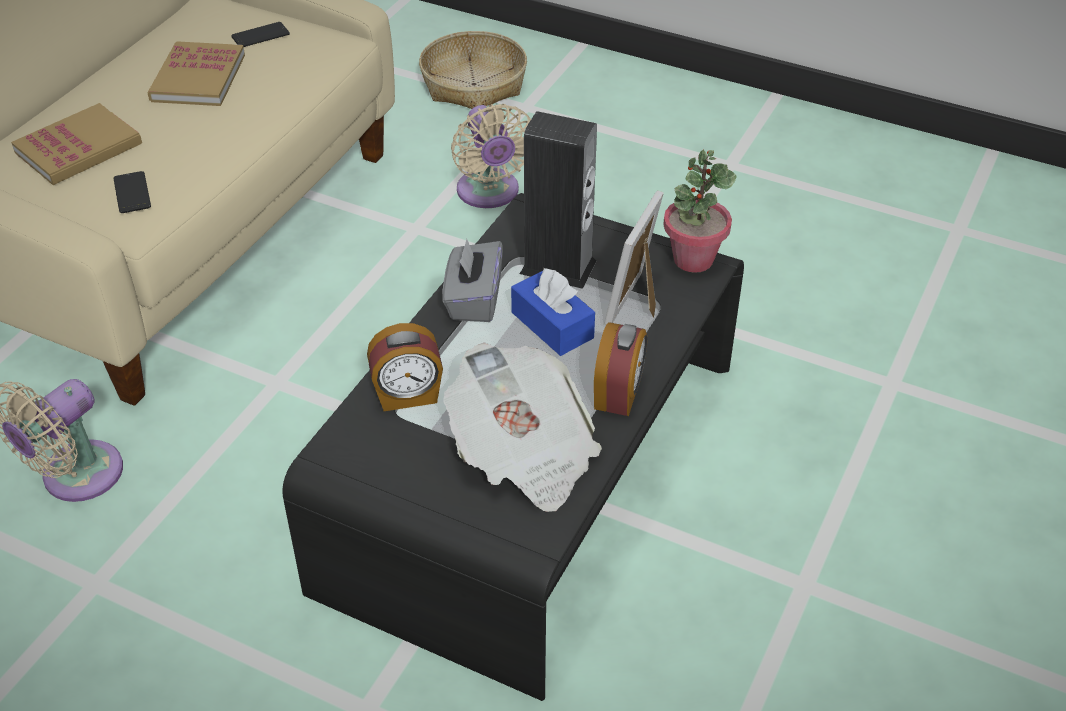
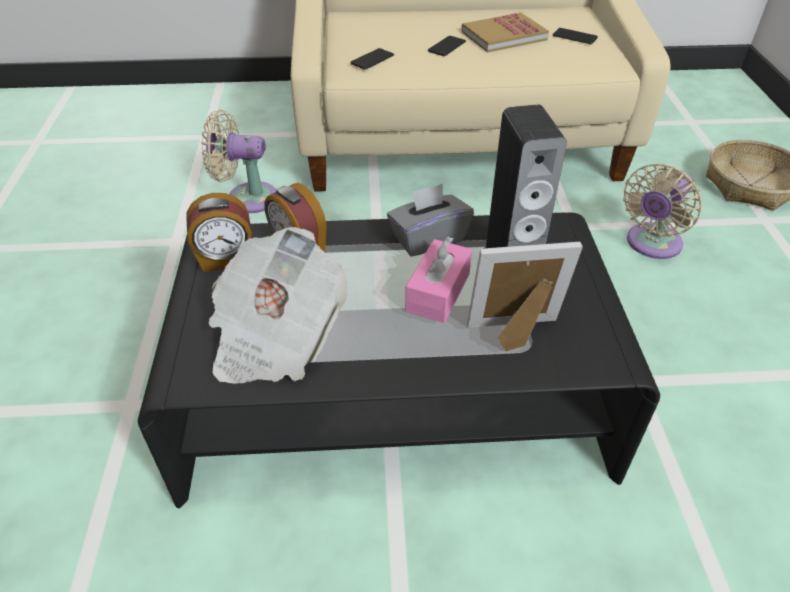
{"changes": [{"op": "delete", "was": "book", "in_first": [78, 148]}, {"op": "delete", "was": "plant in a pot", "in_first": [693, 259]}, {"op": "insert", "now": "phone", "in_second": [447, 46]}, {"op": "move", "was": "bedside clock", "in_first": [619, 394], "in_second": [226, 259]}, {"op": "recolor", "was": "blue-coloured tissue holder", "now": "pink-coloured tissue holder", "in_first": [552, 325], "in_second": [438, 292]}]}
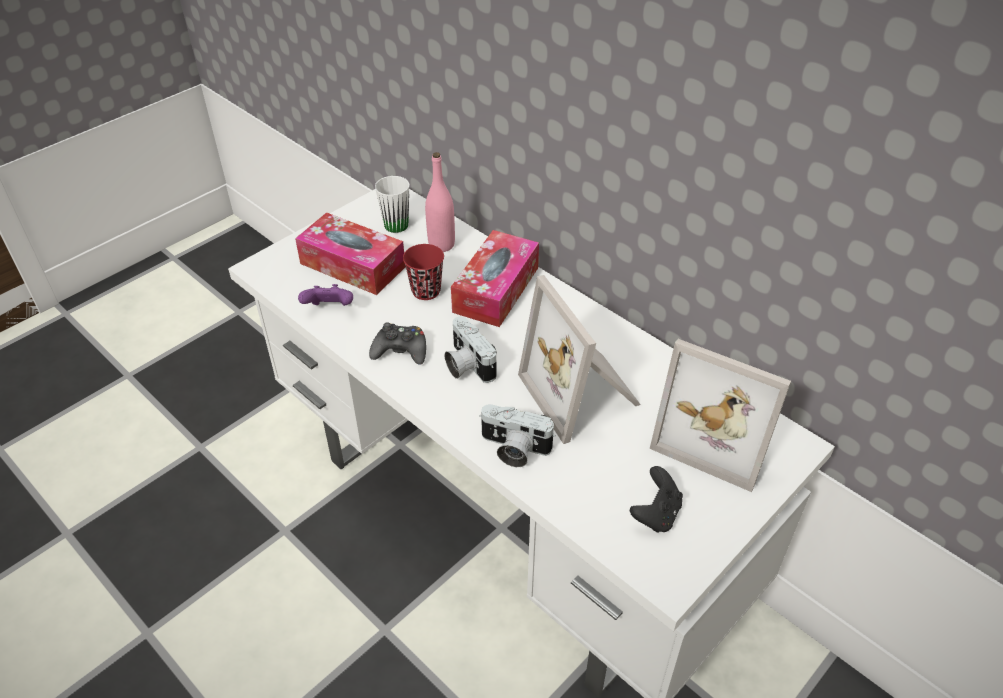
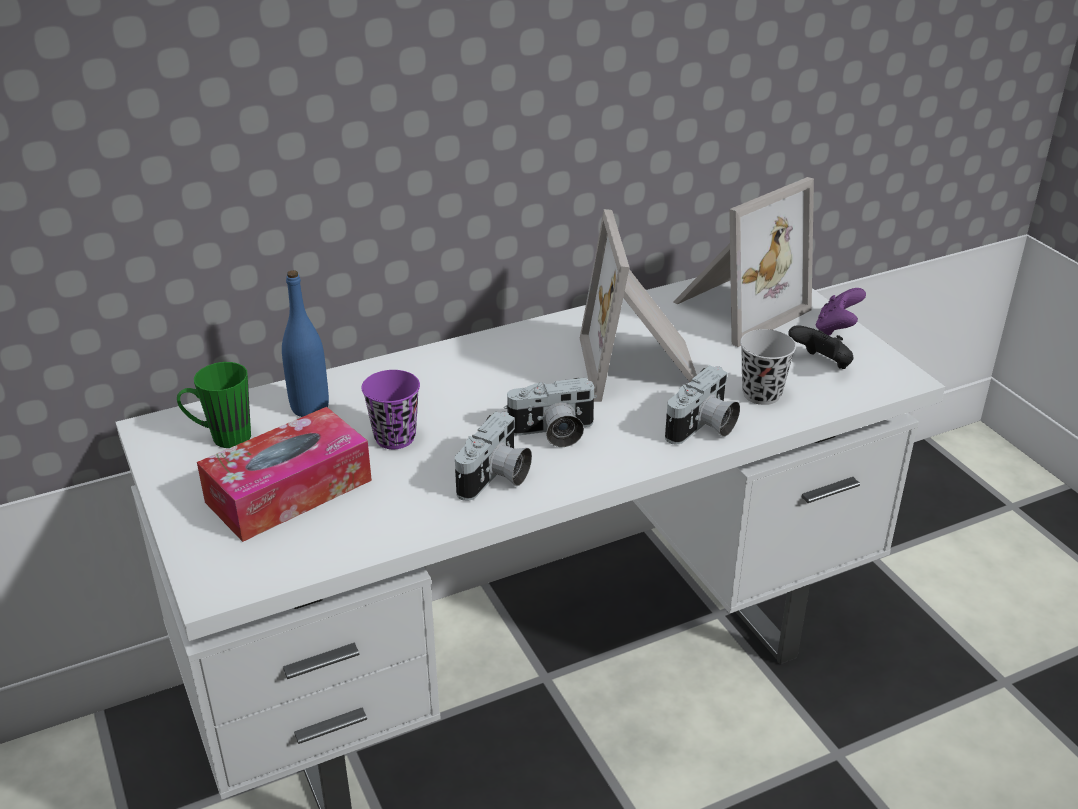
{"changes": [{"op": "delete", "was": "tissue holder", "in_first": [496, 289]}, {"op": "insert", "now": "black-coloured cup", "in_second": [761, 394]}, {"op": "move", "was": "purple-coloured game controller", "in_first": [330, 309], "in_second": [837, 329]}, {"op": "replace", "was": "black-coloured game controller", "now": "still camera", "in_first": [400, 350], "in_second": [496, 478]}, {"op": "recolor", "was": "whitish tea mug", "now": "green-coloured tea mug", "in_first": [394, 221], "in_second": [221, 438]}, {"op": "recolor", "was": "red-coloured cup", "now": "purple-coloured cup", "in_first": [426, 291], "in_second": [395, 437]}, {"op": "recolor", "was": "pink-coloured beverage bottle", "now": "blue-coloured beverage bottle", "in_first": [441, 245], "in_second": [310, 408]}, {"op": "rotate", "was": "standing frame", "in_first": [583, 393], "in_second": [642, 366], "clockwise": 90}]}
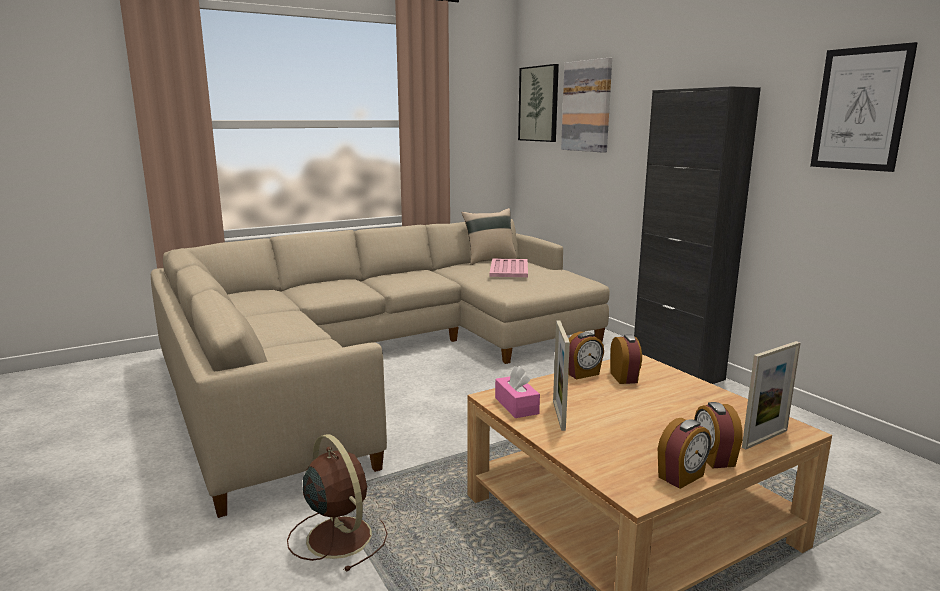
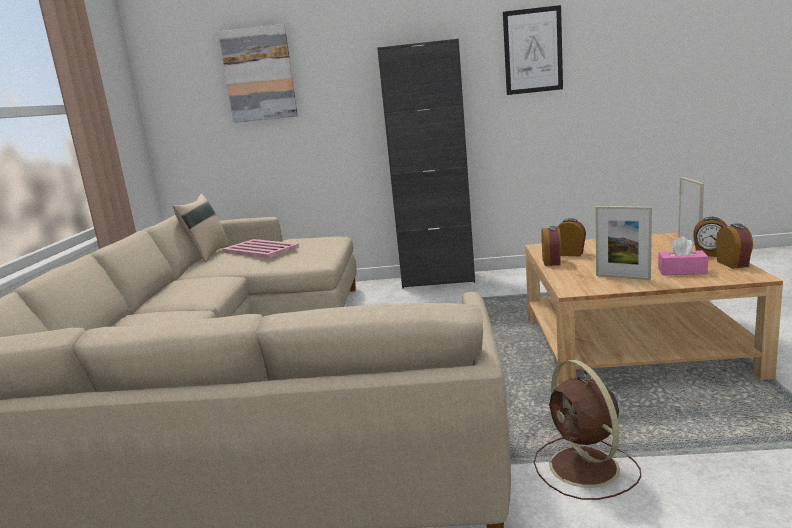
{"changes": [{"op": "delete", "was": "wall picture", "in_first": [539, 104]}, {"op": "move", "was": "pink-coloured tissue holder", "in_first": [516, 406], "in_second": [682, 271]}, {"op": "rotate", "was": "brownish electric fan", "in_first": [338, 535], "in_second": [586, 468], "clockwise": -105}]}
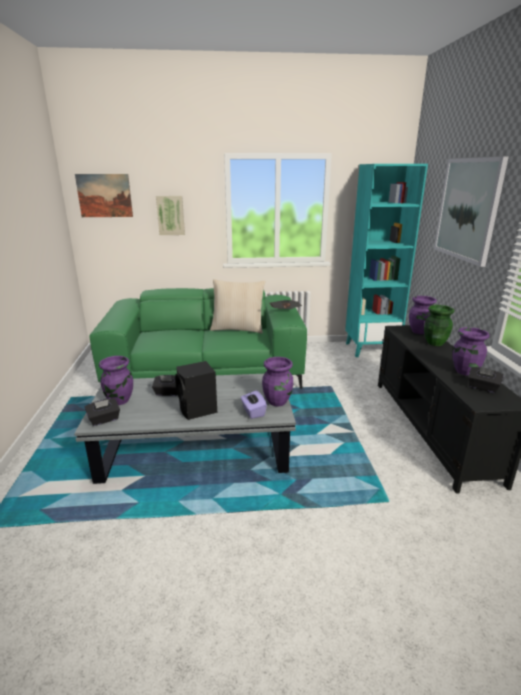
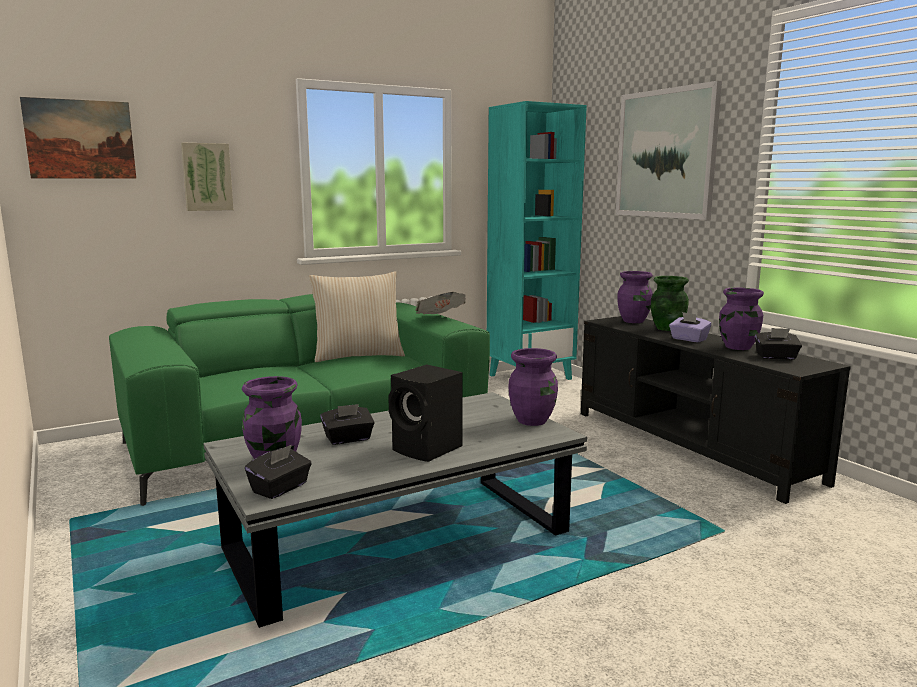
{"changes": [{"op": "move", "was": "purple-coloured tissue holder", "in_first": [253, 412], "in_second": [688, 339]}]}
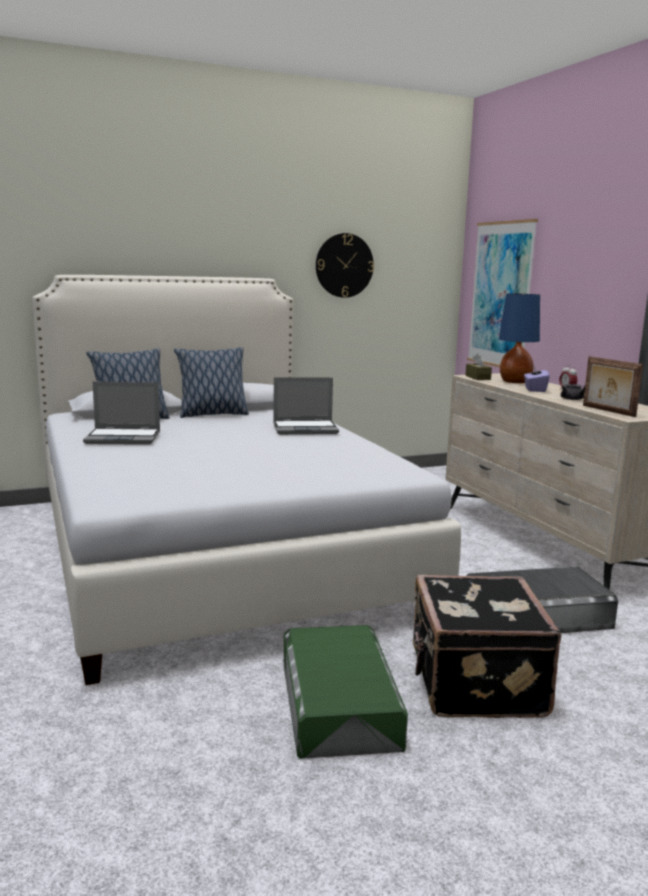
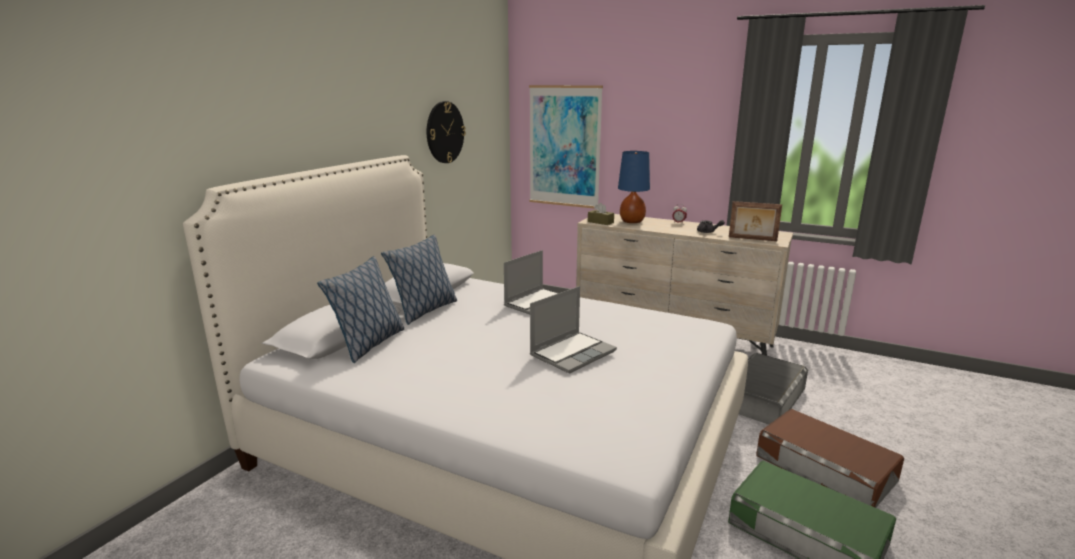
{"changes": [{"op": "delete", "was": "purple-coloured tissue holder", "in_first": [534, 389]}, {"op": "move", "was": "portable computer", "in_first": [124, 438], "in_second": [573, 353]}, {"op": "replace", "was": "black-coloured suitcase", "now": "brownish storage box", "in_first": [474, 683], "in_second": [825, 467]}]}
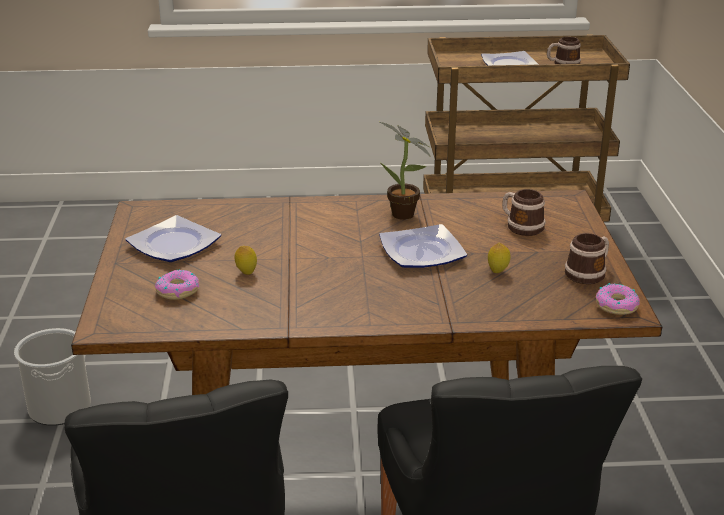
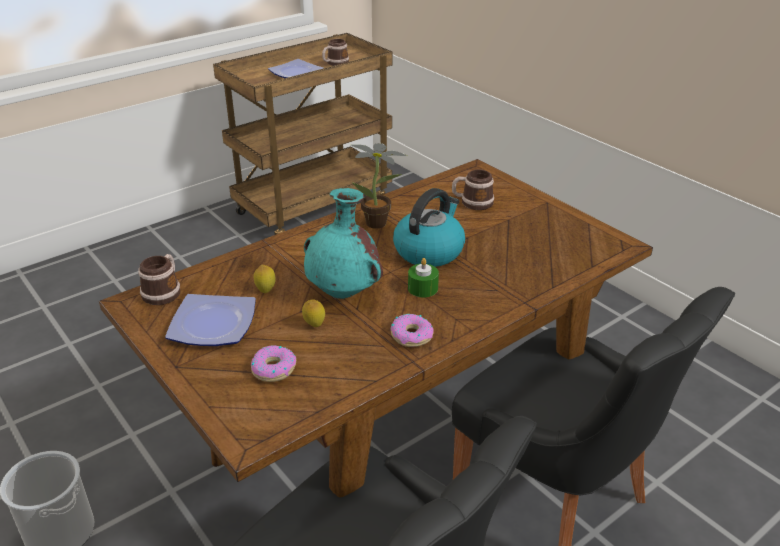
{"changes": [{"op": "insert", "now": "turquoise-coloured decorative vase", "in_second": [344, 293]}, {"op": "insert", "now": "green-coloured candle", "in_second": [423, 288]}, {"op": "move", "was": "whole lemon", "in_first": [497, 271], "in_second": [266, 290]}, {"op": "move", "was": "tea mug", "in_first": [588, 273], "in_second": [164, 291]}, {"op": "move", "was": "ring doughnut", "in_first": [617, 305], "in_second": [411, 335]}, {"op": "replace", "was": "dinner plate", "now": "water kettle", "in_first": [420, 252], "in_second": [429, 251]}]}
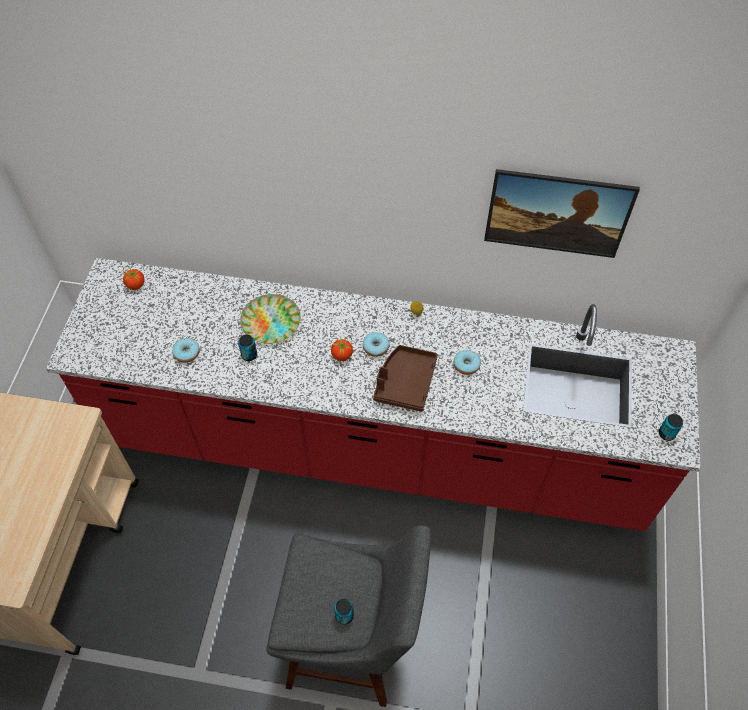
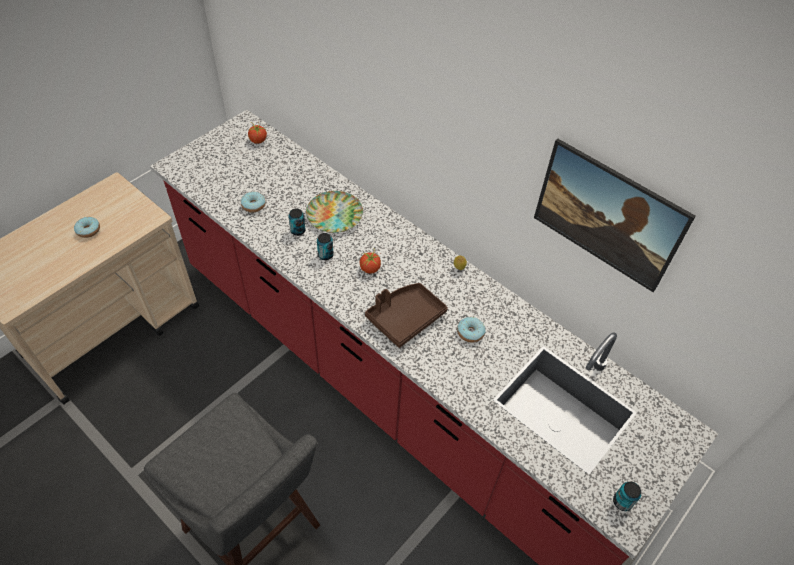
{"changes": [{"op": "move", "was": "sealed can", "in_first": [344, 615], "in_second": [325, 255]}, {"op": "move", "was": "ring doughnut", "in_first": [376, 347], "in_second": [88, 230]}]}
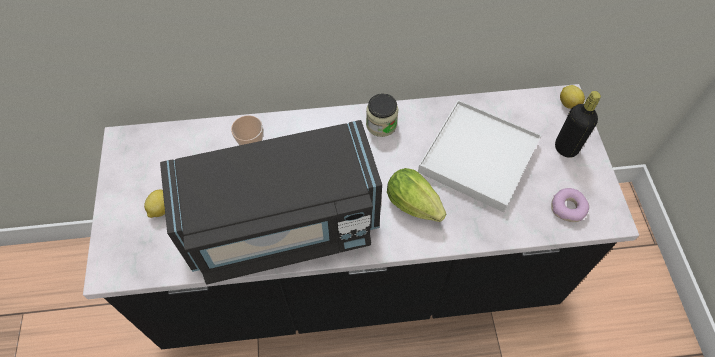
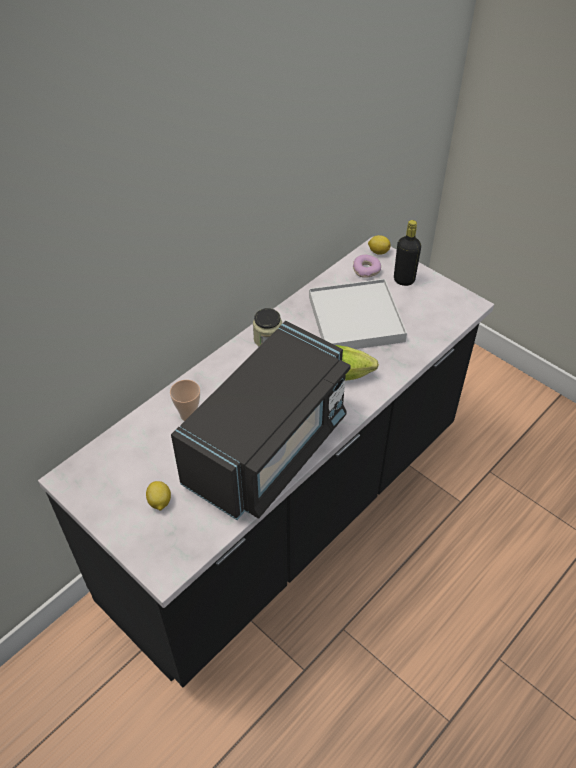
{"changes": [{"op": "move", "was": "ring doughnut", "in_first": [568, 208], "in_second": [366, 270]}]}
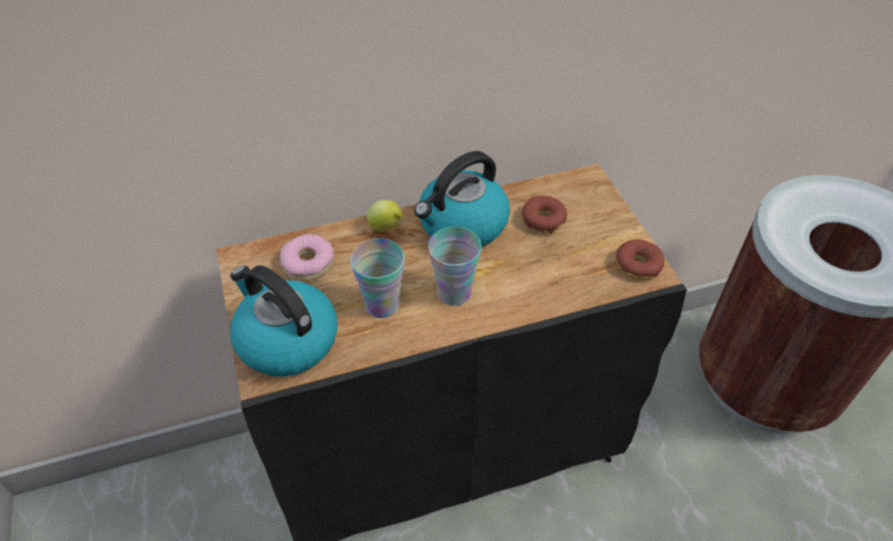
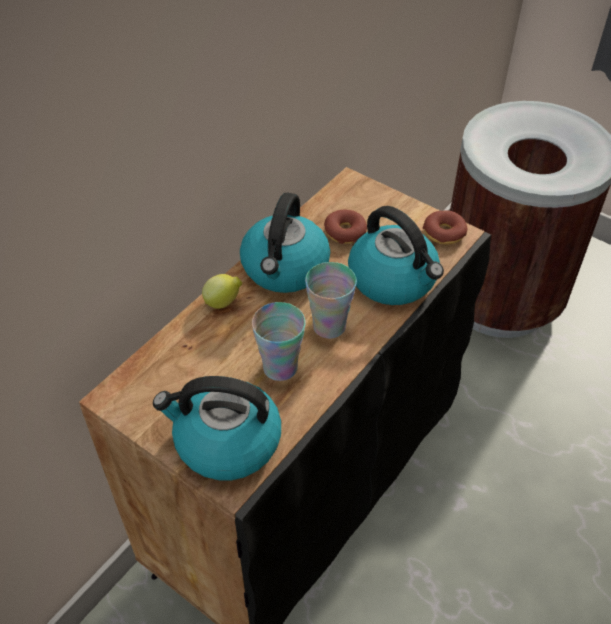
{"changes": [{"op": "delete", "was": "ring doughnut", "in_first": [307, 263]}, {"op": "insert", "now": "water kettle", "in_second": [394, 280]}]}
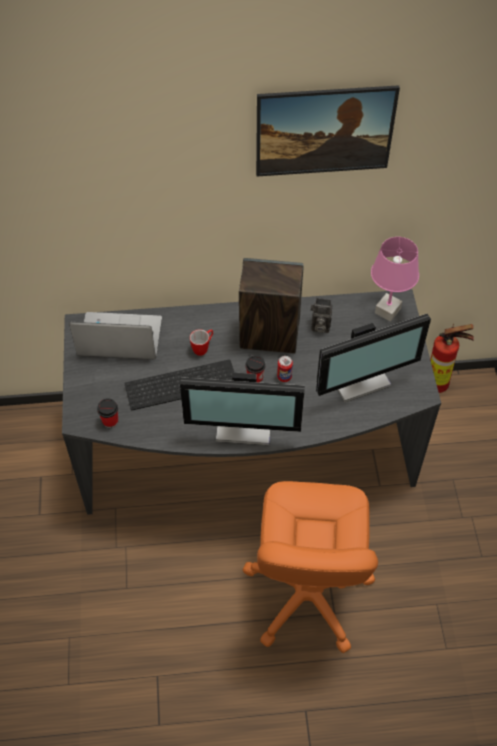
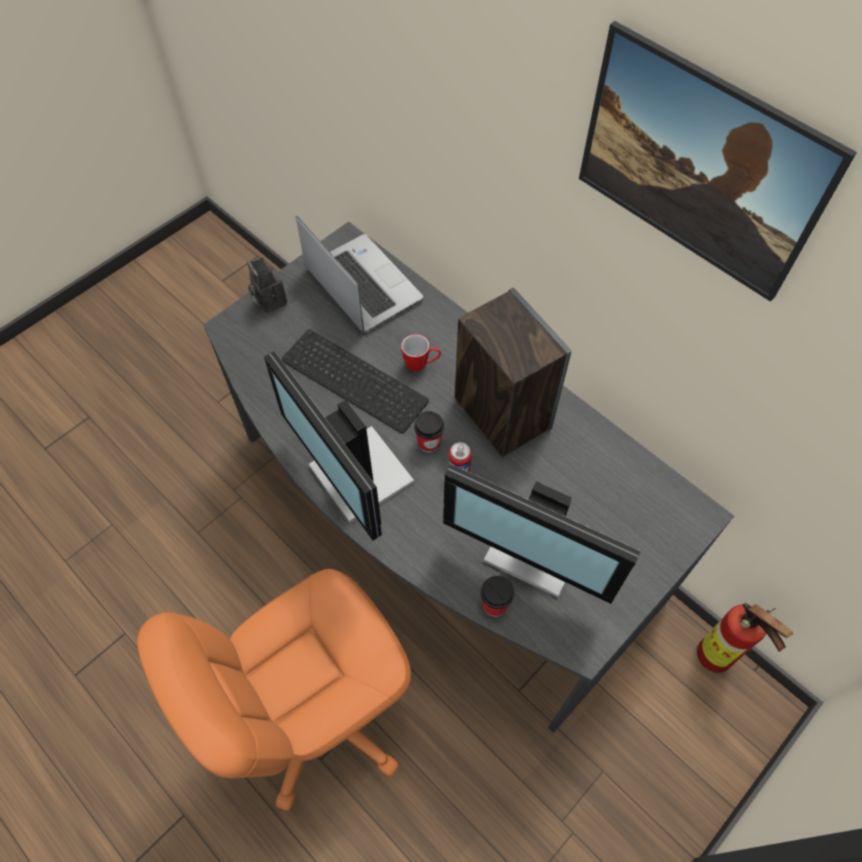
{"changes": [{"op": "delete", "was": "pink-coloured tabletop lamp", "in_first": [387, 310]}, {"op": "move", "was": "cup", "in_first": [110, 421], "in_second": [494, 604]}, {"op": "move", "was": "still camera", "in_first": [319, 326], "in_second": [269, 300]}]}
